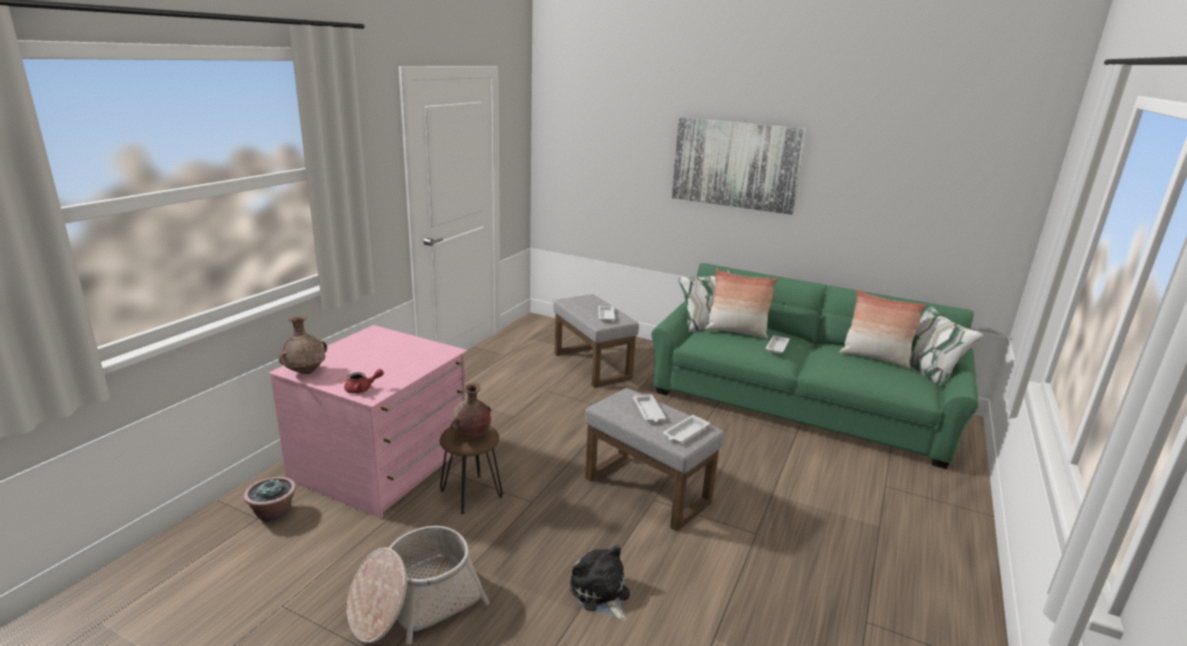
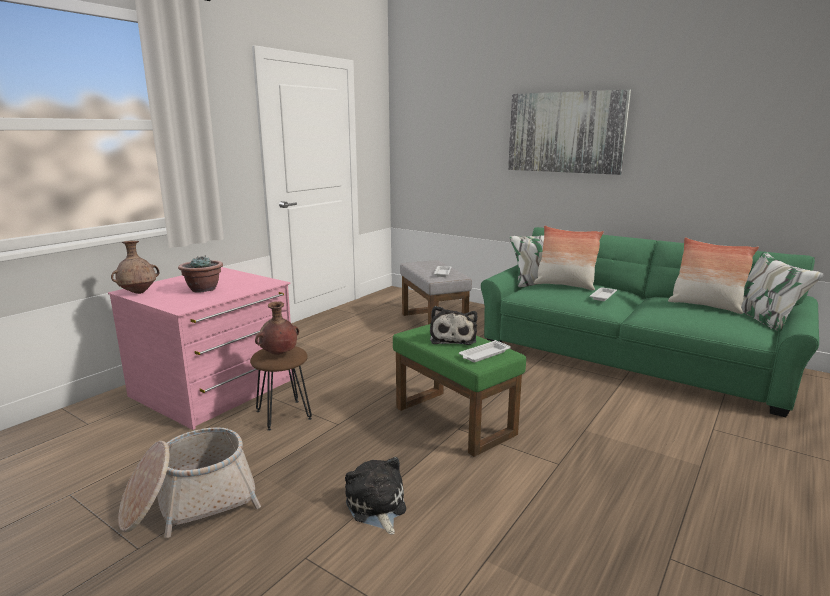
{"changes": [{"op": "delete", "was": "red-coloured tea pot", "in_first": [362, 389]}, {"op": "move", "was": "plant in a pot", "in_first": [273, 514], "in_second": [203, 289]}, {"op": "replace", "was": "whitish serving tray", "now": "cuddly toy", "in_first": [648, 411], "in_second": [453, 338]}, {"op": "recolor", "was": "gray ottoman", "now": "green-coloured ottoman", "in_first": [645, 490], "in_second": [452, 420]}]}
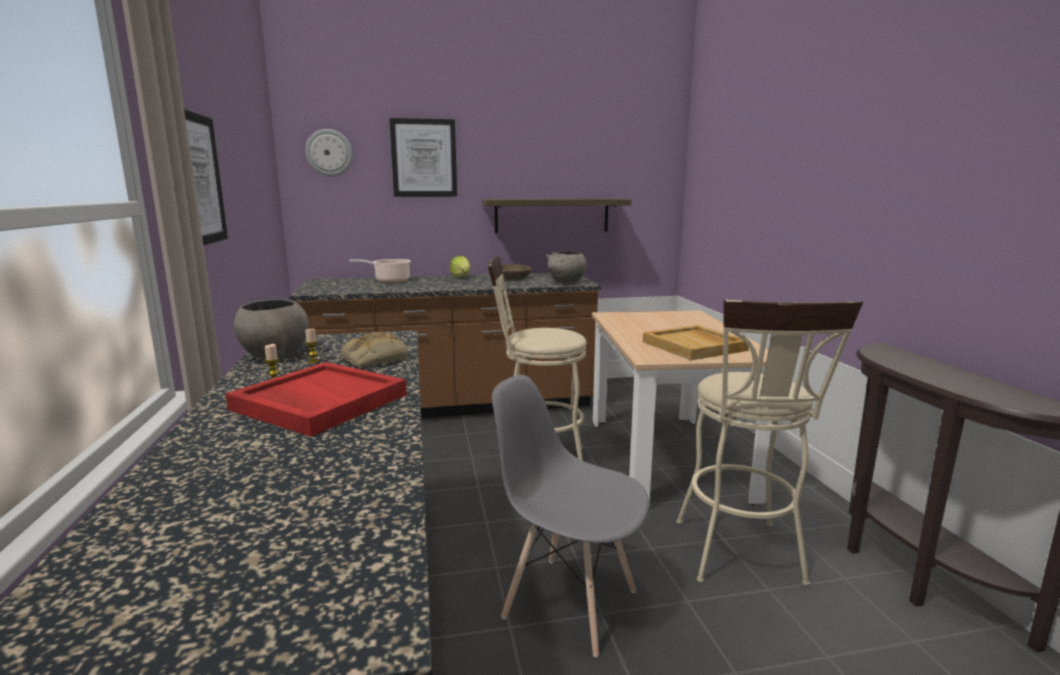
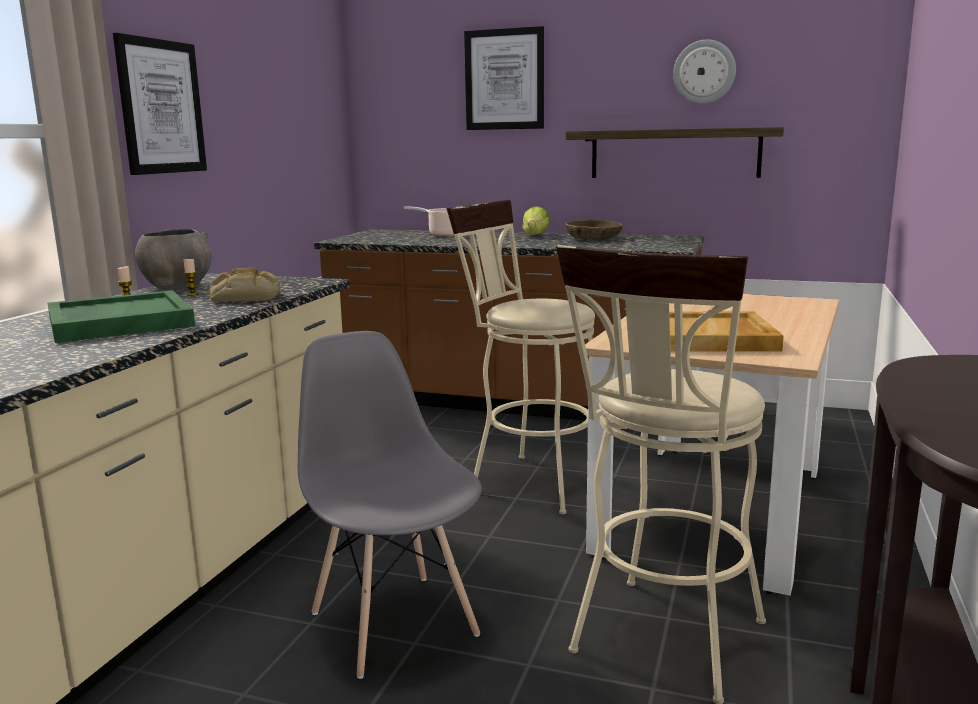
{"changes": [{"op": "delete", "was": "gray serving bowl", "in_first": [566, 282]}, {"op": "move", "was": "wall clock", "in_first": [329, 153], "in_second": [704, 72]}, {"op": "recolor", "was": "red-coloured serving tray", "now": "green-coloured serving tray", "in_first": [318, 402], "in_second": [119, 322]}]}
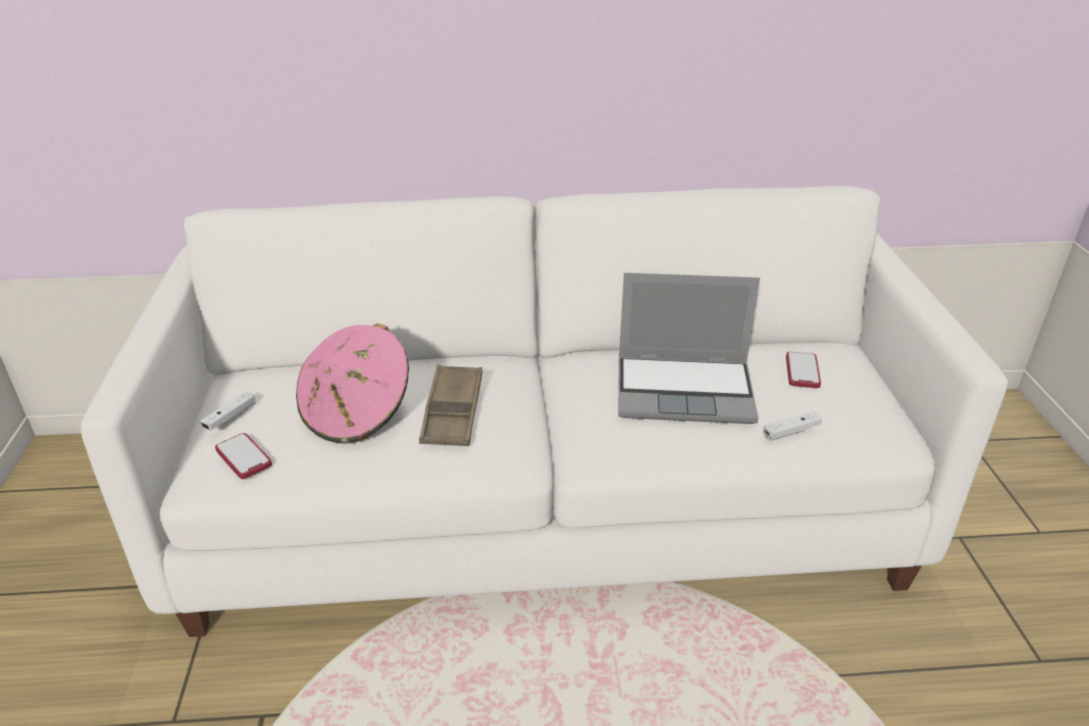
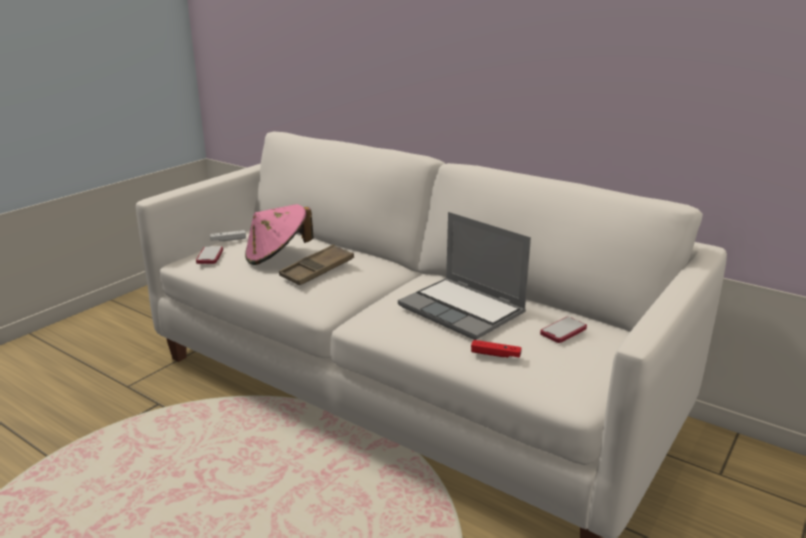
{"changes": [{"op": "recolor", "was": "whitish game controller", "now": "red-coloured game controller", "in_first": [791, 431], "in_second": [495, 354]}]}
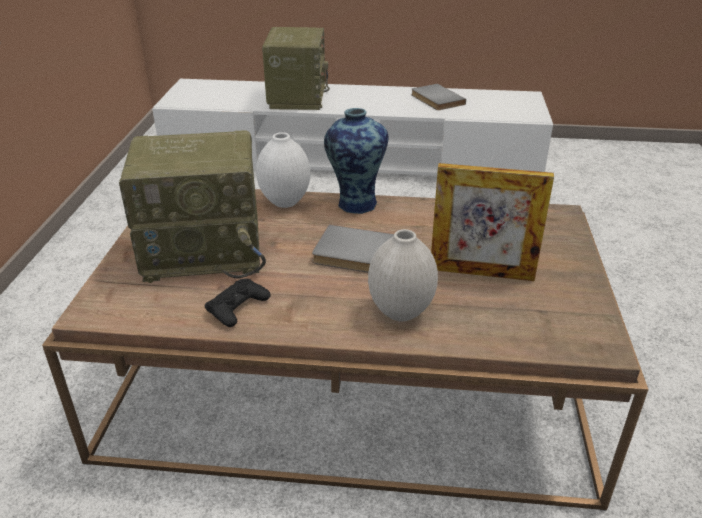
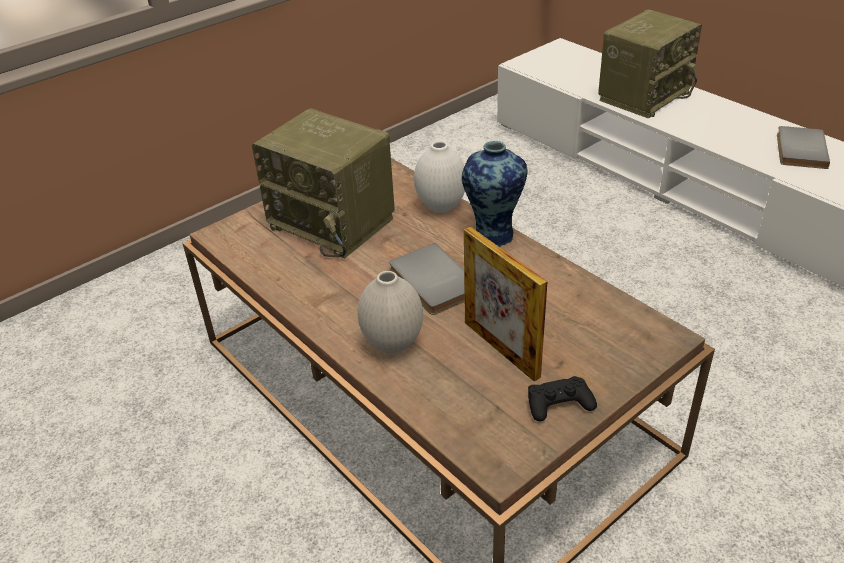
{"changes": [{"op": "move", "was": "black-coloured game controller", "in_first": [237, 307], "in_second": [559, 403]}]}
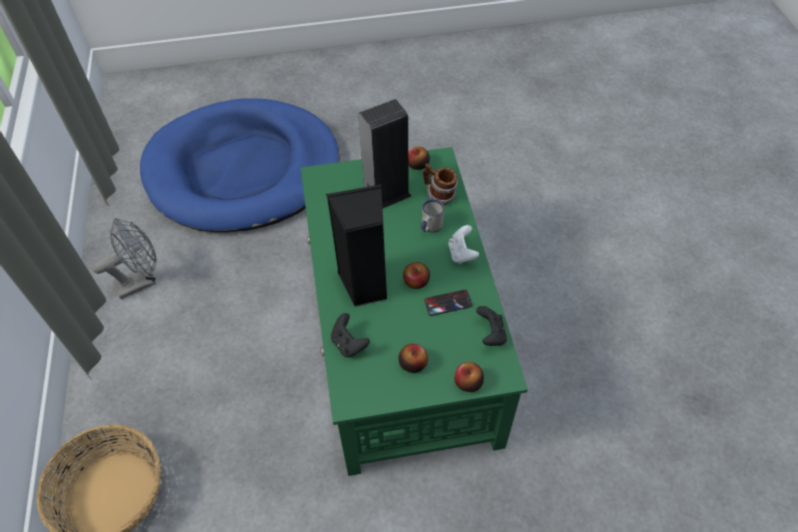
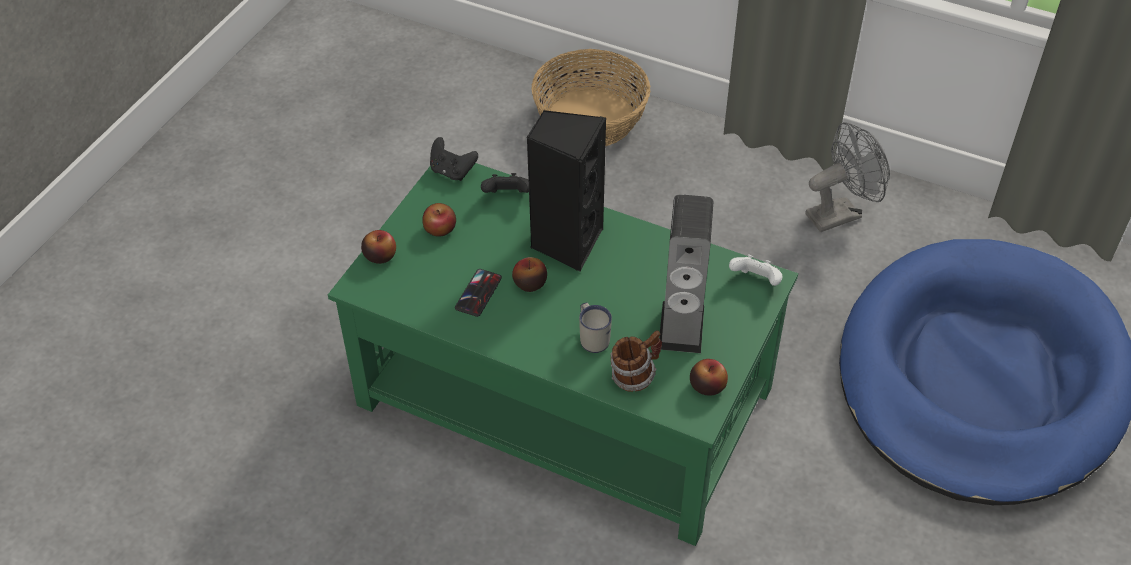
{"changes": [{"op": "move", "was": "whitish game controller", "in_first": [461, 253], "in_second": [756, 281]}, {"op": "move", "was": "black-coloured game controller", "in_first": [491, 334], "in_second": [452, 171]}, {"op": "rotate", "was": "gray electric fan", "in_first": [142, 281], "in_second": [840, 213], "clockwise": -120}]}
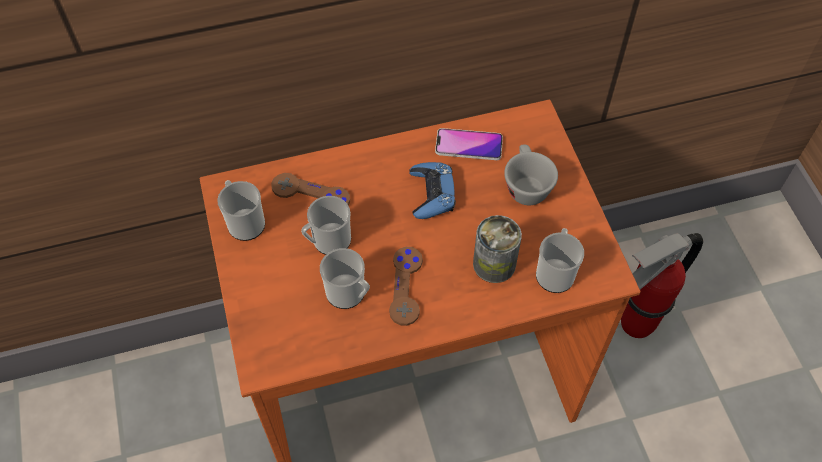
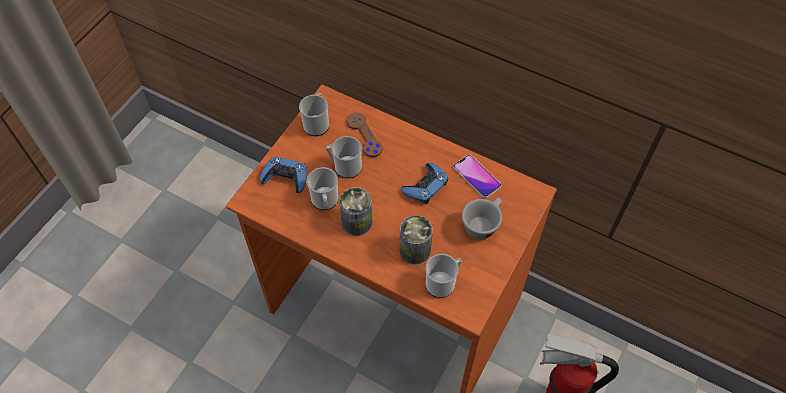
{"changes": [{"op": "insert", "now": "blue-coloured game controller", "in_second": [285, 177]}, {"op": "replace", "was": "brownish game controller", "now": "sealed can", "in_first": [406, 286], "in_second": [357, 222]}]}
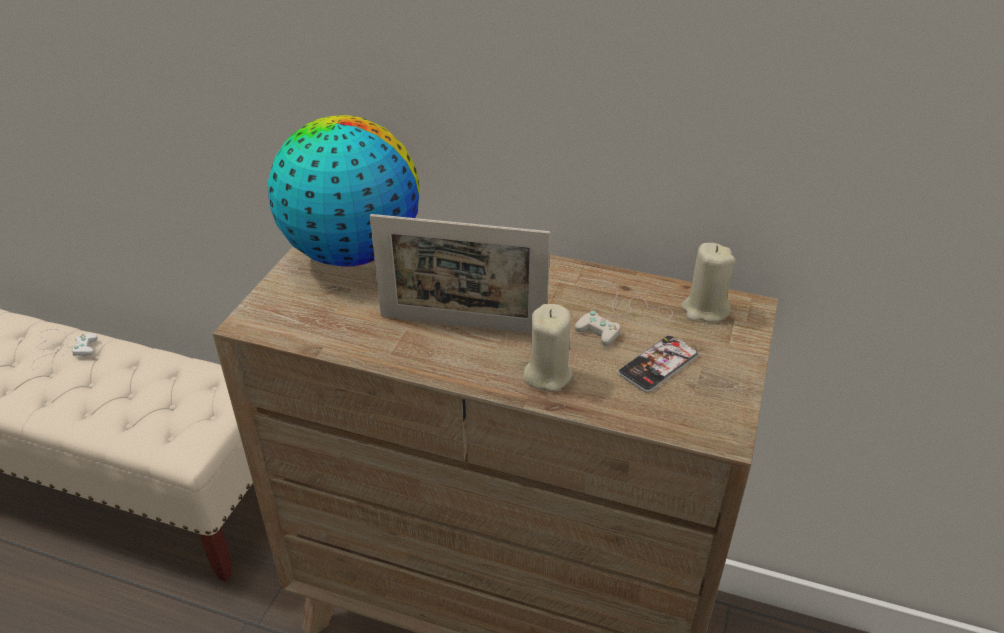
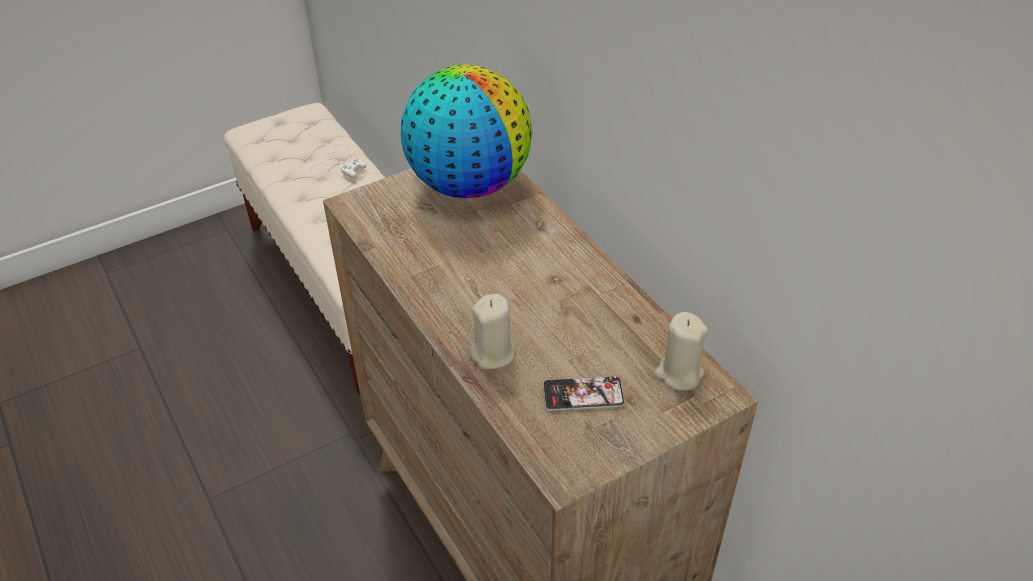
{"changes": [{"op": "delete", "was": "standing frame", "in_first": [462, 325]}, {"op": "delete", "was": "whitish game controller", "in_first": [623, 318]}]}
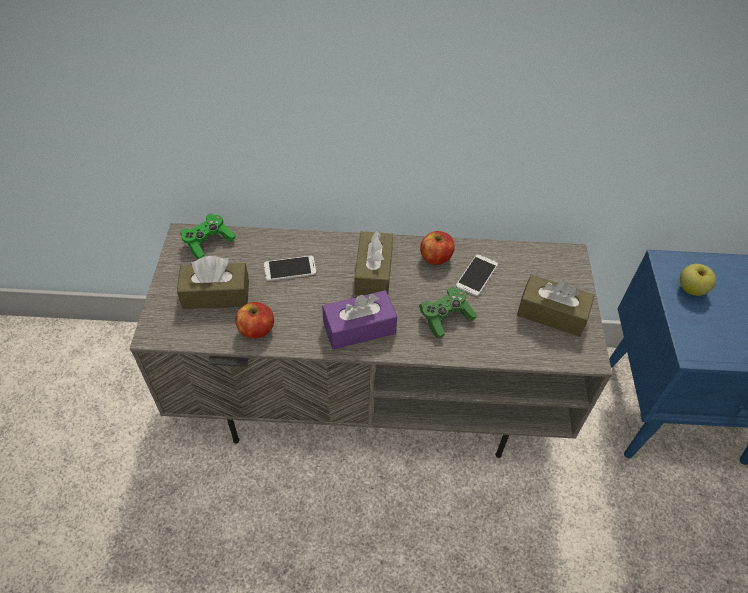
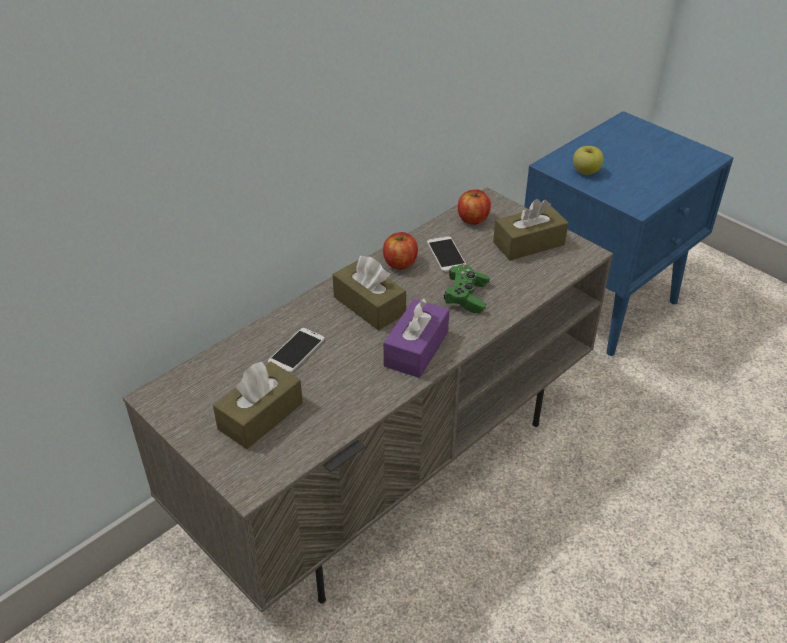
{"changes": [{"op": "delete", "was": "green-coloured game controller", "in_first": [208, 242]}, {"op": "move", "was": "whole apple", "in_first": [256, 329], "in_second": [472, 219]}]}
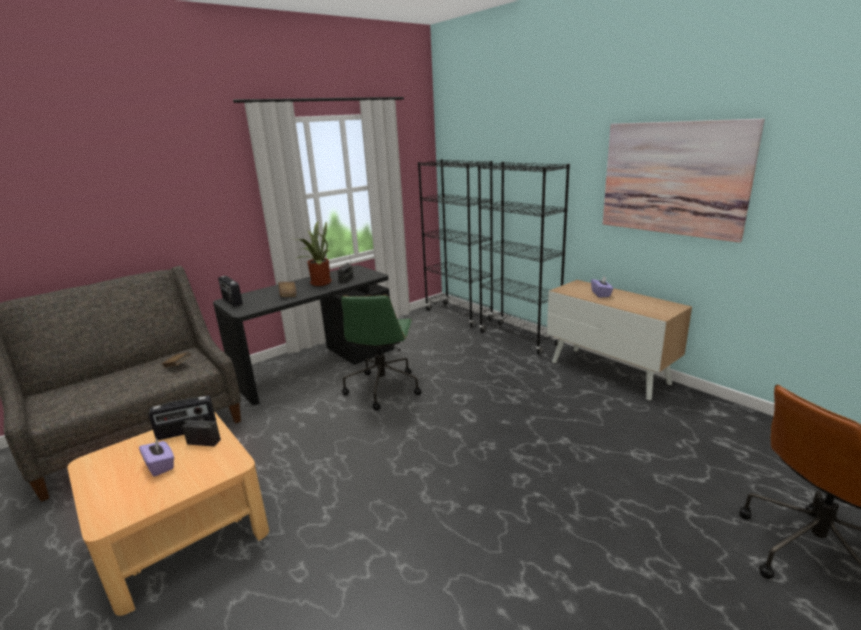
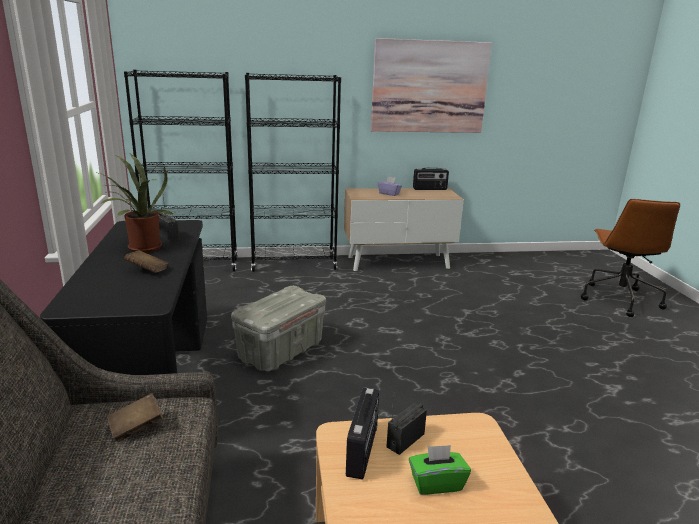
{"changes": [{"op": "move", "was": "radio", "in_first": [232, 301], "in_second": [430, 189]}, {"op": "replace", "was": "green-coloured computer chair", "now": "gray storage box", "in_first": [383, 388], "in_second": [280, 351]}, {"op": "recolor", "was": "purple-coloured tissue holder", "now": "green-coloured tissue holder", "in_first": [160, 466], "in_second": [436, 483]}]}
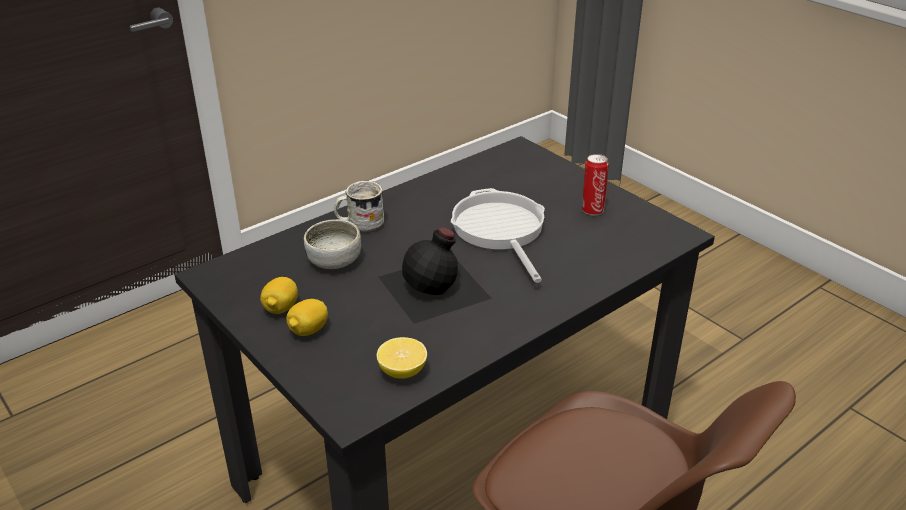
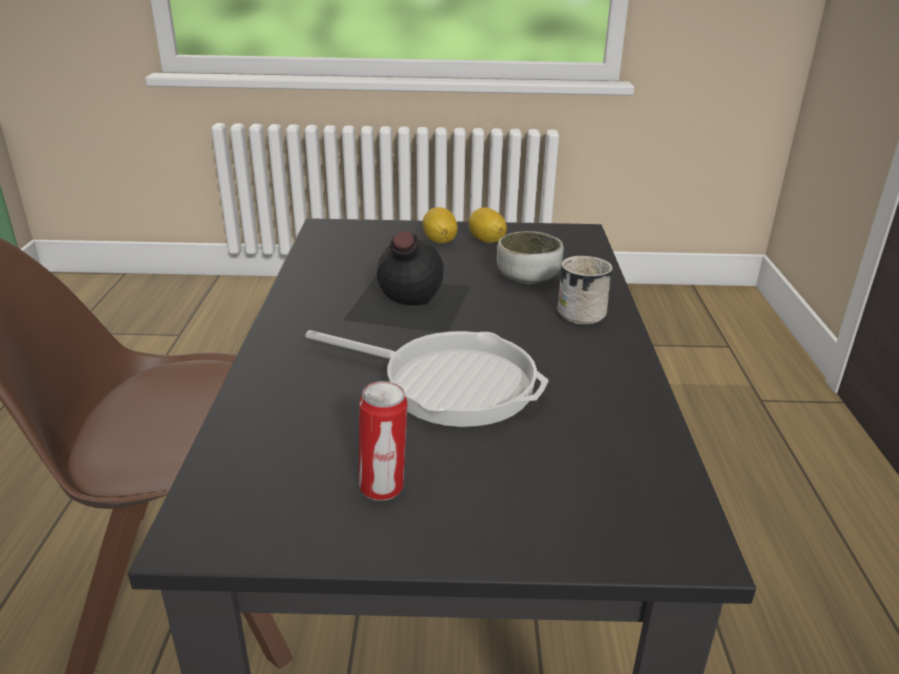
{"changes": [{"op": "delete", "was": "whole lemon", "in_first": [402, 371]}]}
